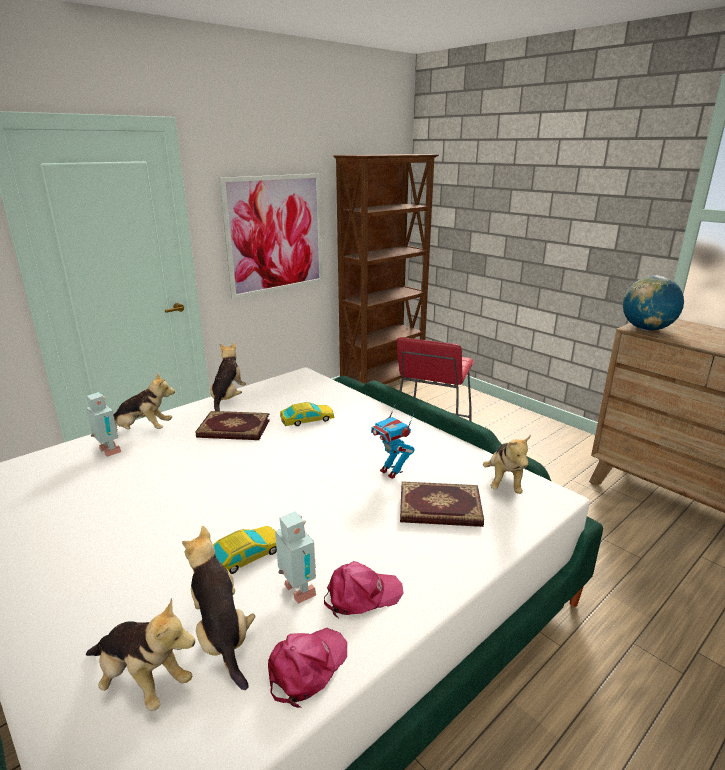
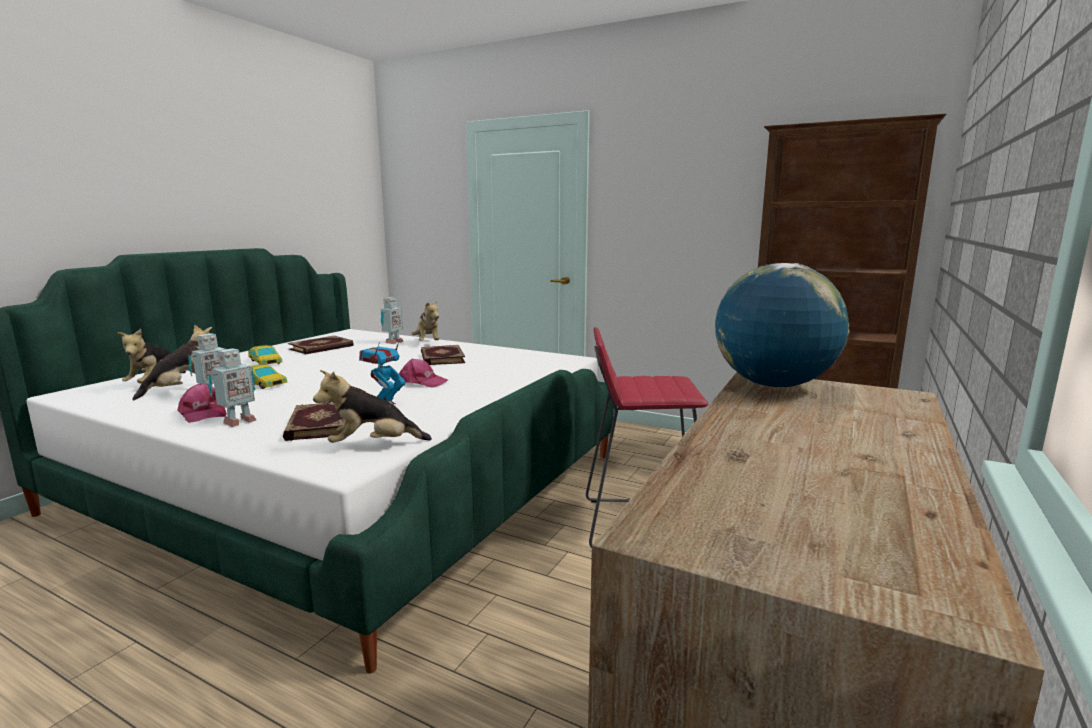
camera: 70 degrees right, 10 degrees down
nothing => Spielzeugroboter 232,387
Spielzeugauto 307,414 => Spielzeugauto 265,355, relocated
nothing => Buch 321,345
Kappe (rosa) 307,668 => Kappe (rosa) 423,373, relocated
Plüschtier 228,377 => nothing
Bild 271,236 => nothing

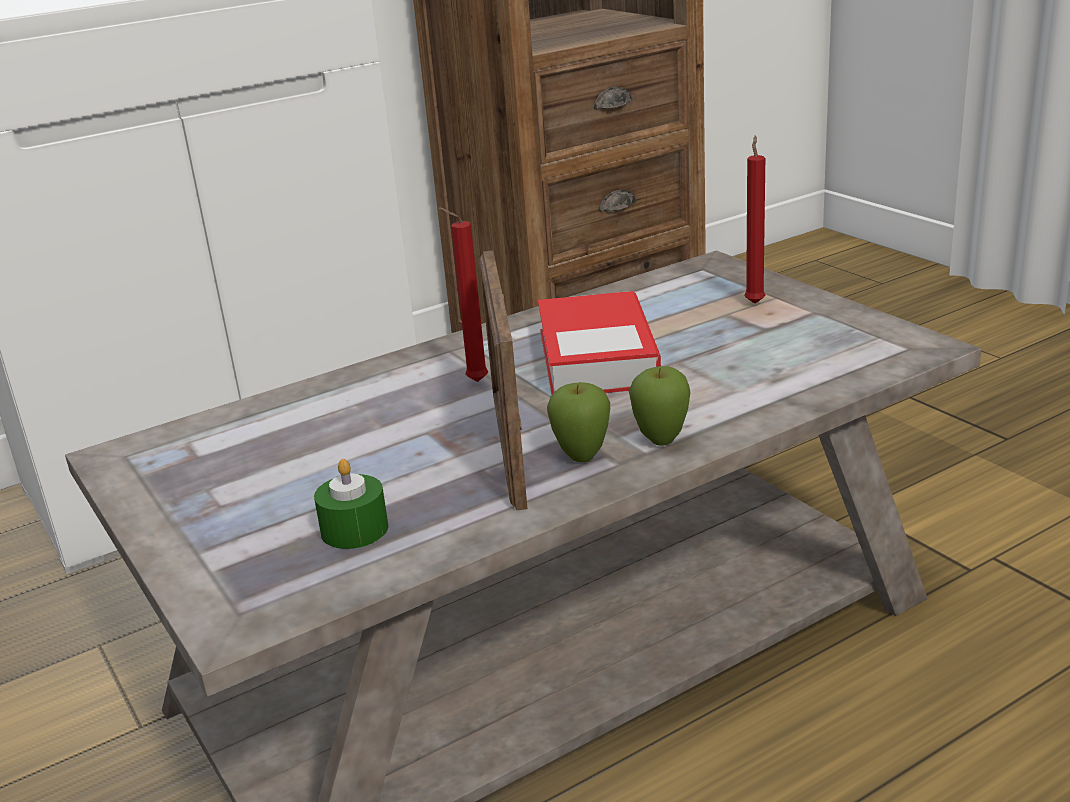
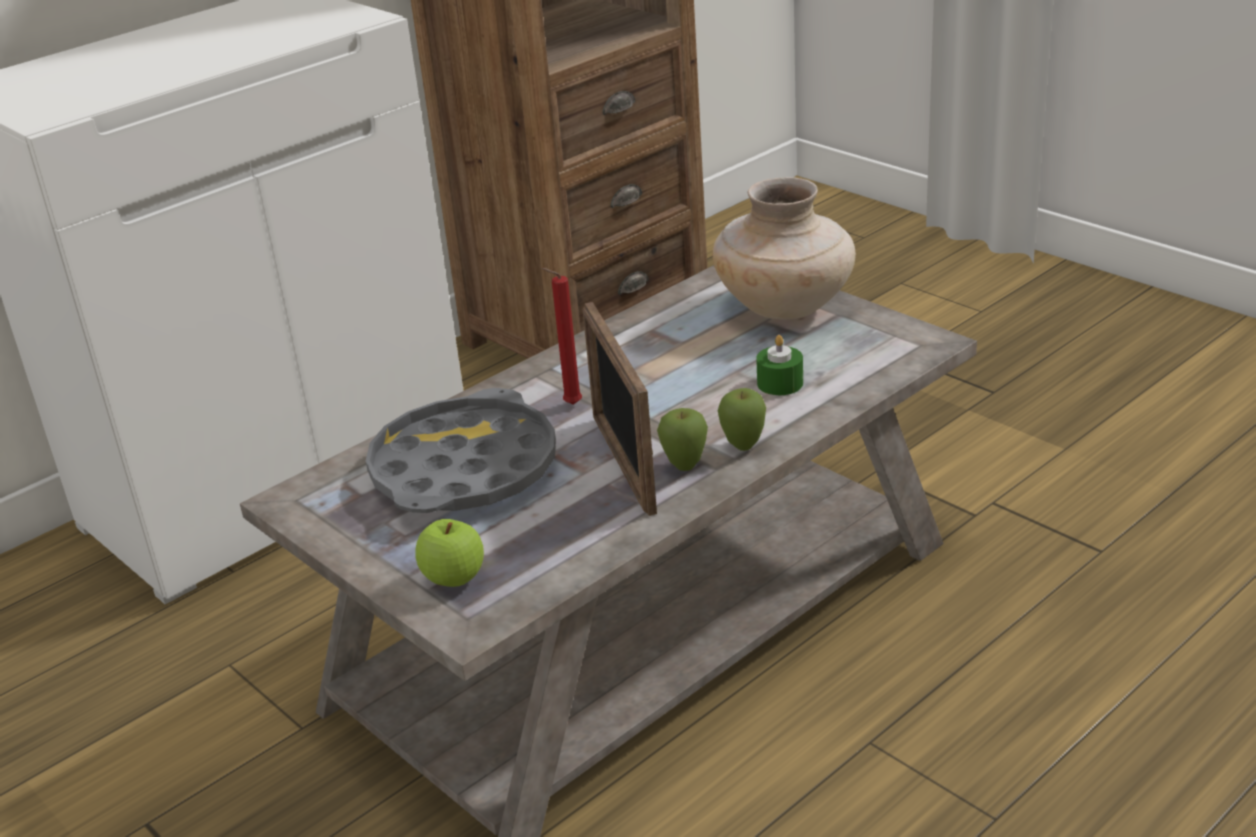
camera: 10 degrees left, 5 degrees up
nothing => Tablett (grau) 461,450
nothing => Apfel 450,553
Kerze (rot) 755,220 => Vase (beige) 784,248
Kerze (grün) 351,504 => Kerze (grün) 779,365, relocated
Buch 599,342 => nothing

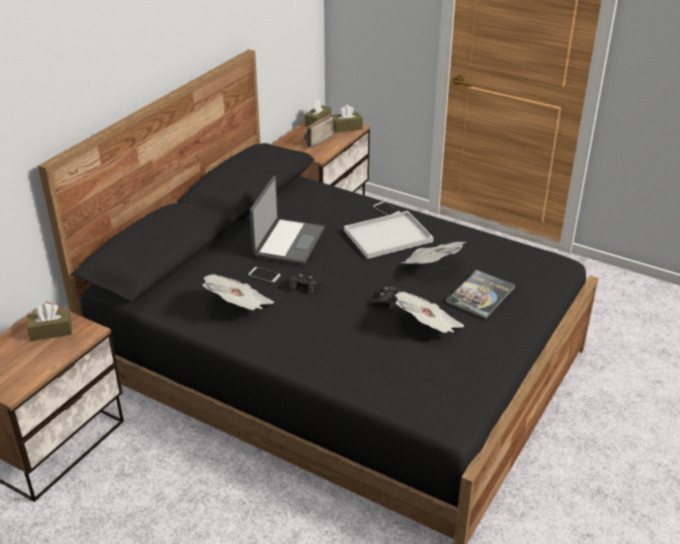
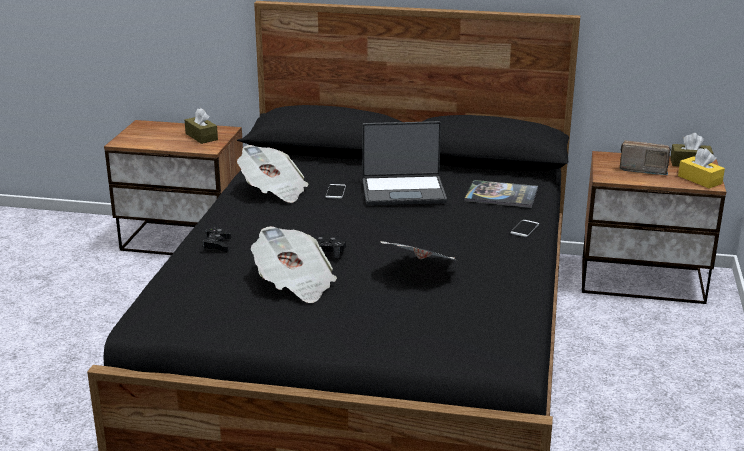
camera: 70 degrees right, 10 degrees down
Gamepad (schwarz) 306,284 => Gamepad (schwarz) 217,239, relocated
Buch 480,294 => Buch 501,194, relocated
Taschentuchbox (braun) 347,119 => Taschentuchbox (gelb) 701,168
Tablett (weiß) 389,235 => nothing

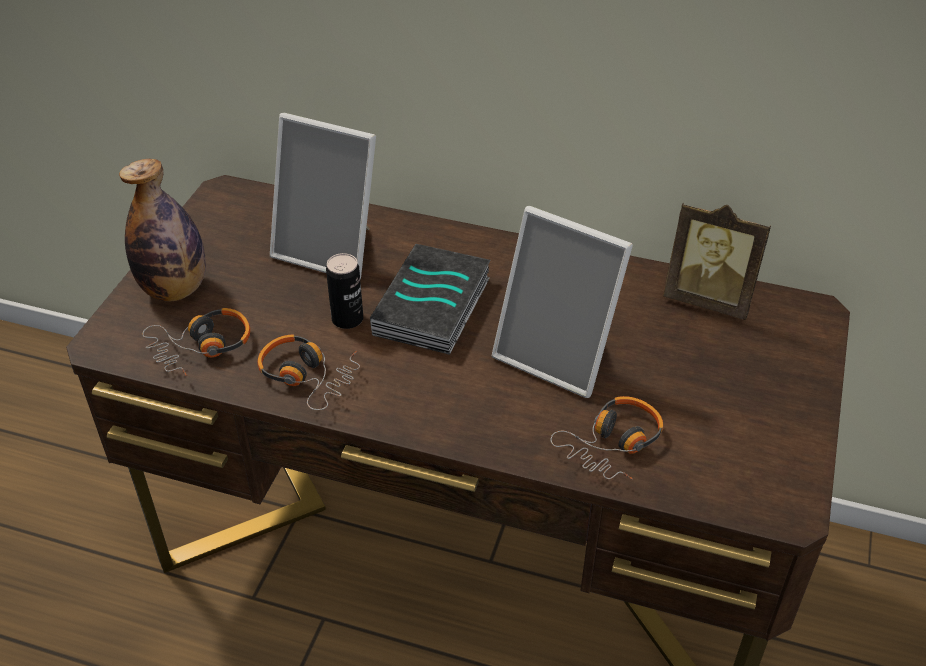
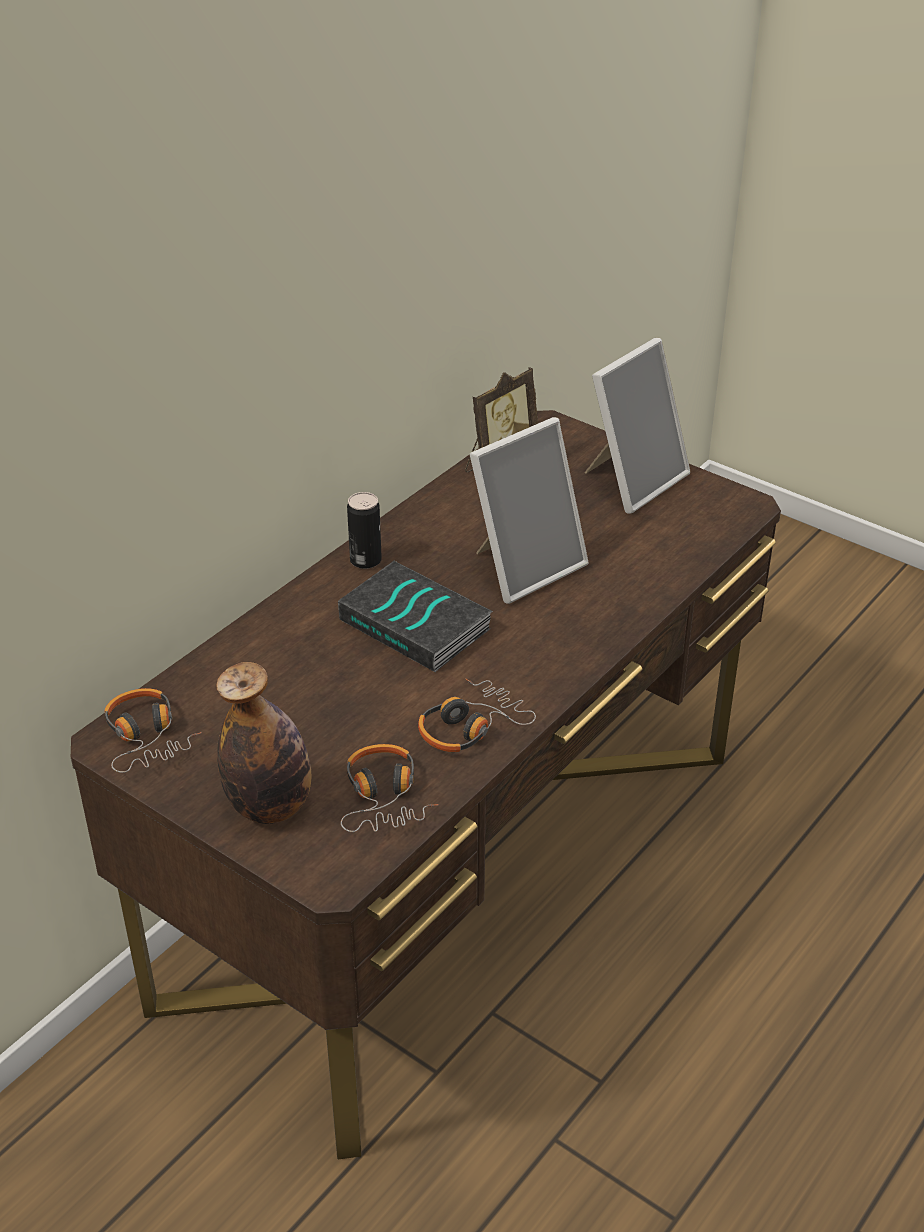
camera: 70 degrees left, 5 degrees down
Kopfhörer 606,438 => Kopfhörer 153,730, relocated
Dose 344,291 => Dose 364,530, relocated
Bilderrahmen 323,196 => Bilderrahmen 637,426, relocated

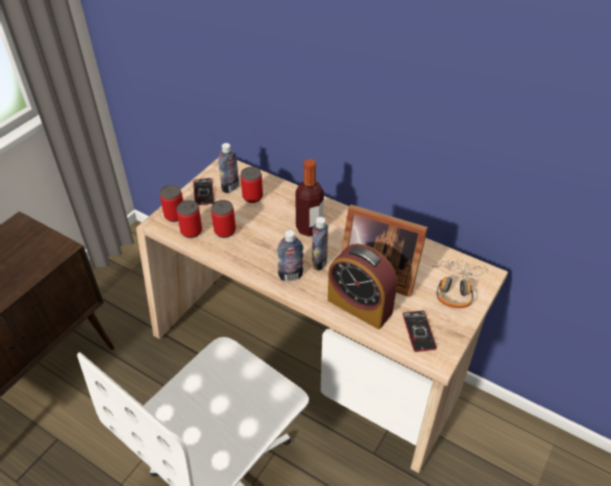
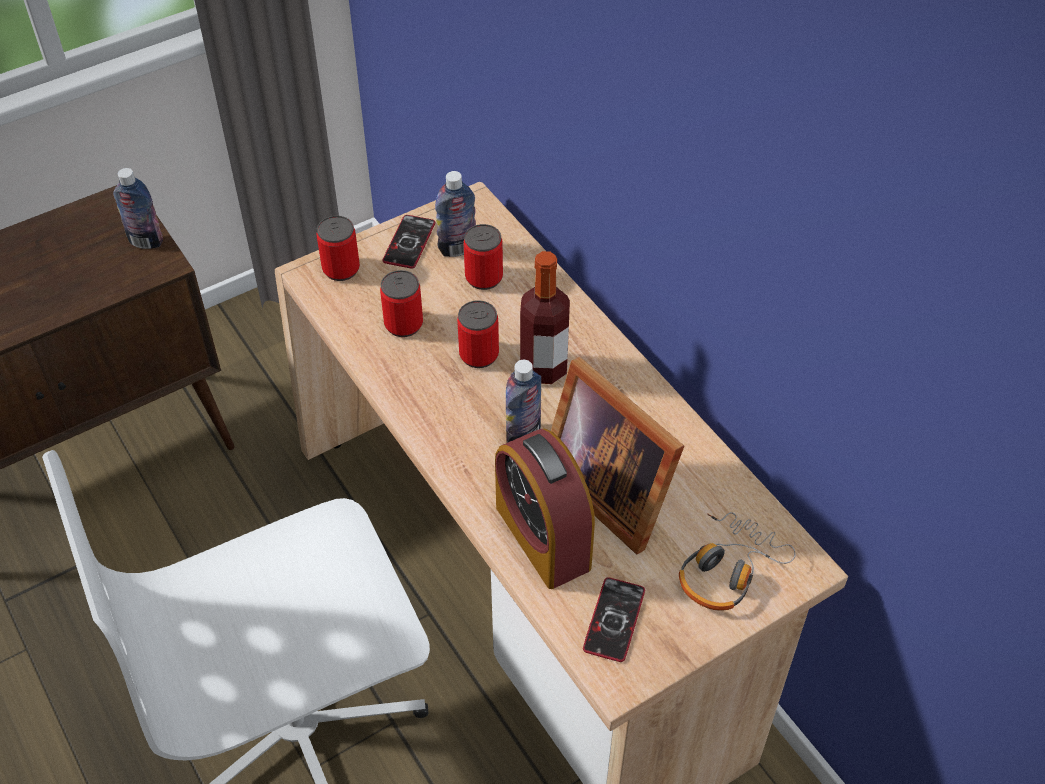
camera: 25 degrees right, 5 degrees up
Flasche 290,255 => Flasche 138,208, relocated
Dose 189,219 => Dose 478,334, relocated

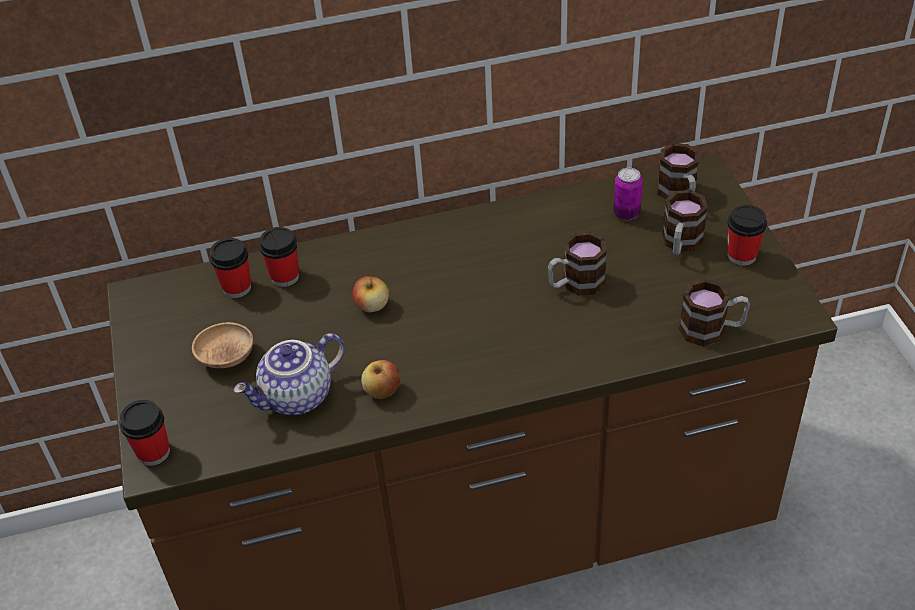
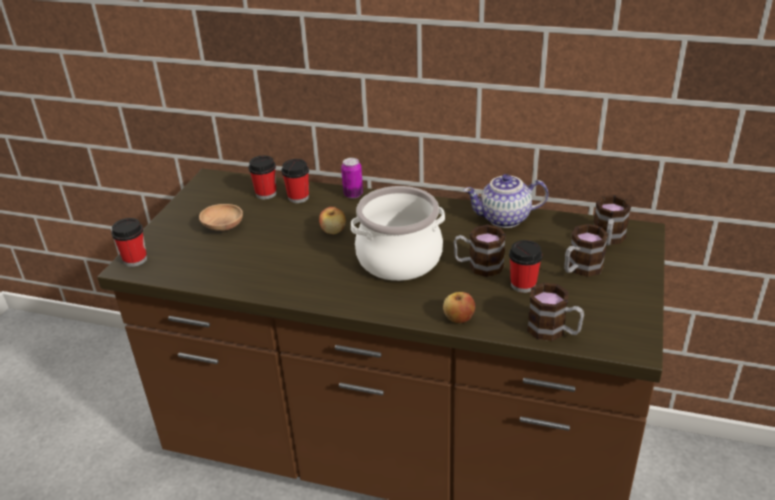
camera: 30 degrees right, 10 degrees down
Dose 628,194 => Dose 352,178, relocated
nothing => Kochtopf 398,233
Apfel 380,379 => Apfel 459,307, relocated
Teekanne 289,374 => Teekanne 505,201, relocated
Tasse 747,235 => Tasse 525,266, relocated

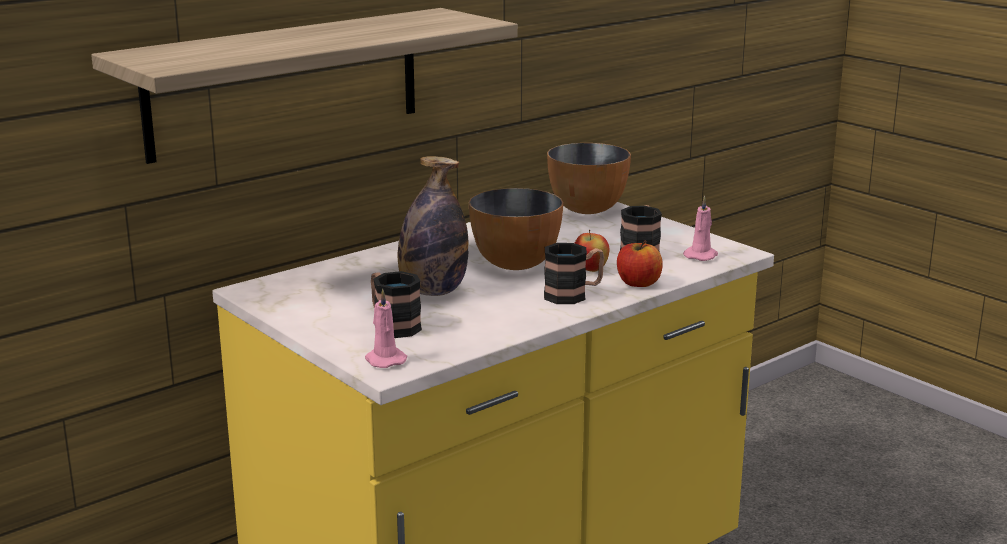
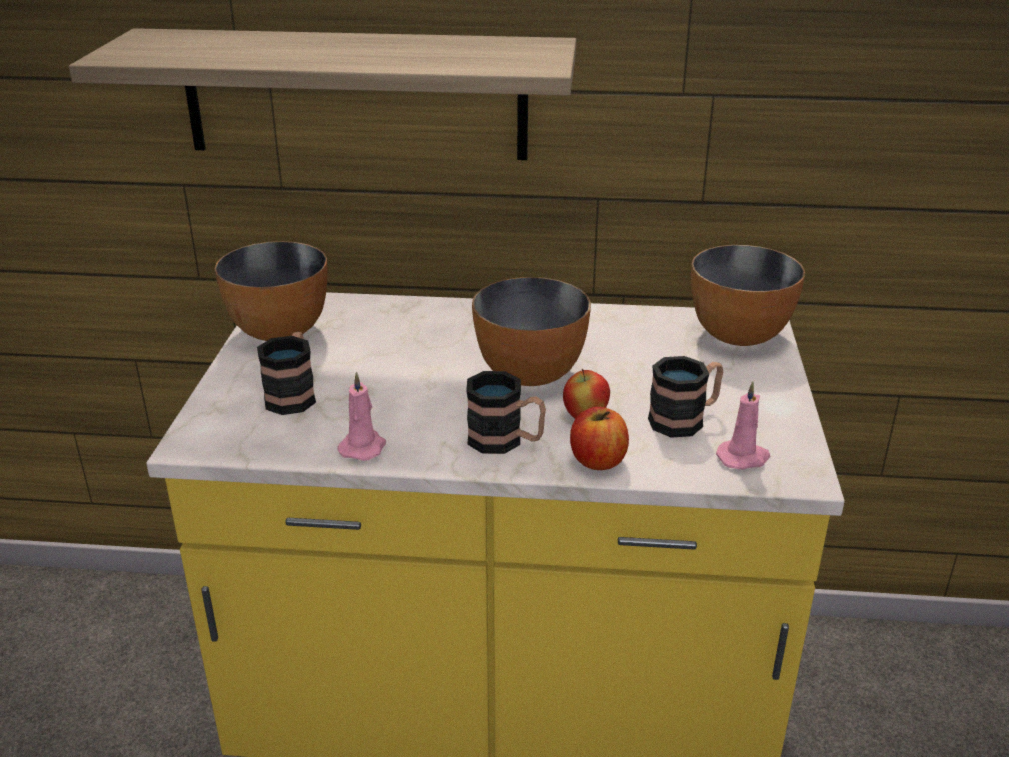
camera: 45 degrees right, 10 degrees up
nothing => Schüssel 271,291
Kerze (rosa) 386,328 => Kerze (rosa) 362,416, relocated
Flasche 433,226 => nothing

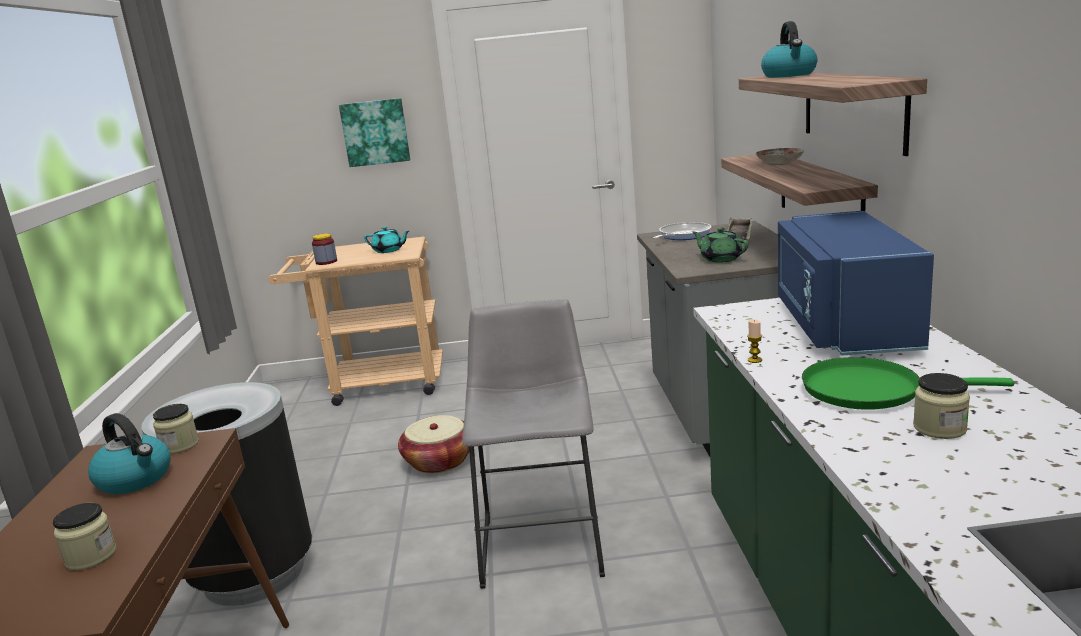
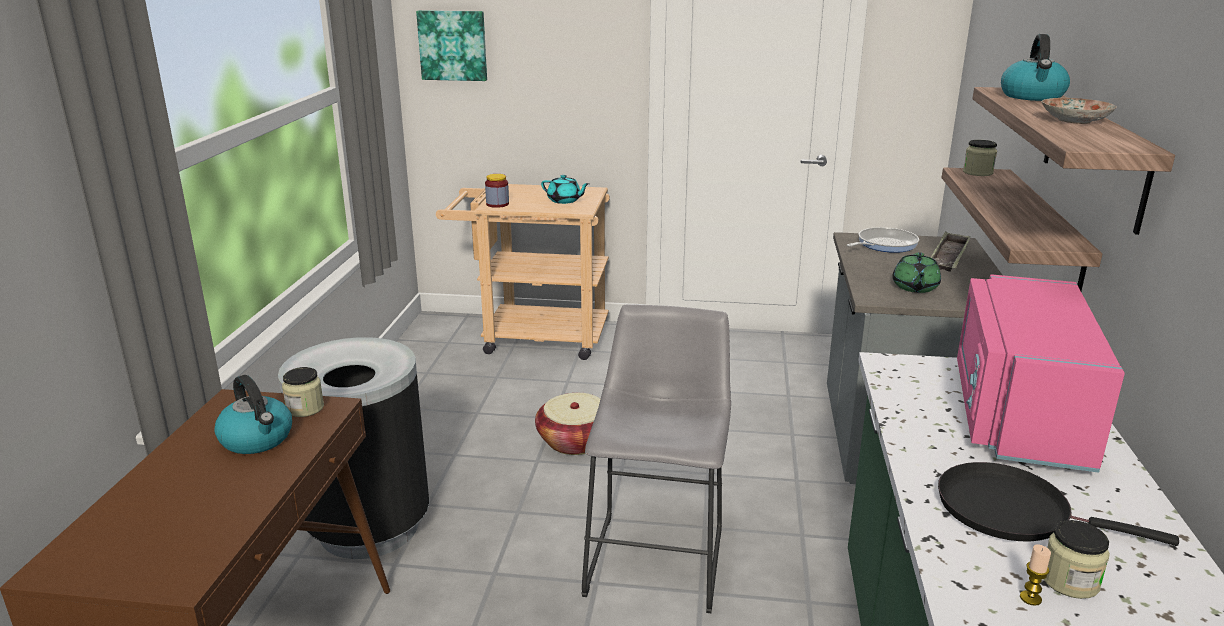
camera: 10 degrees right, 5 degrees up
Bild 375,132 => Bild 451,45, relocated
Teekanne (grün) 720,245 => Teekanne (grün) 916,272, 135 degrees counterclockwise
Pfanne (grün) 908,383 => Pfanne (schwarz) 1058,504
Mikrowelle (blau) 856,283 => Mikrowelle (rosa) 1041,373
Vorratsglas 84,536 => Vorratsglas 980,158, relocated
Kerze 754,341 => Kerze 1035,575, relocated
Teller 780,156 => Teller 1079,111, relocated

